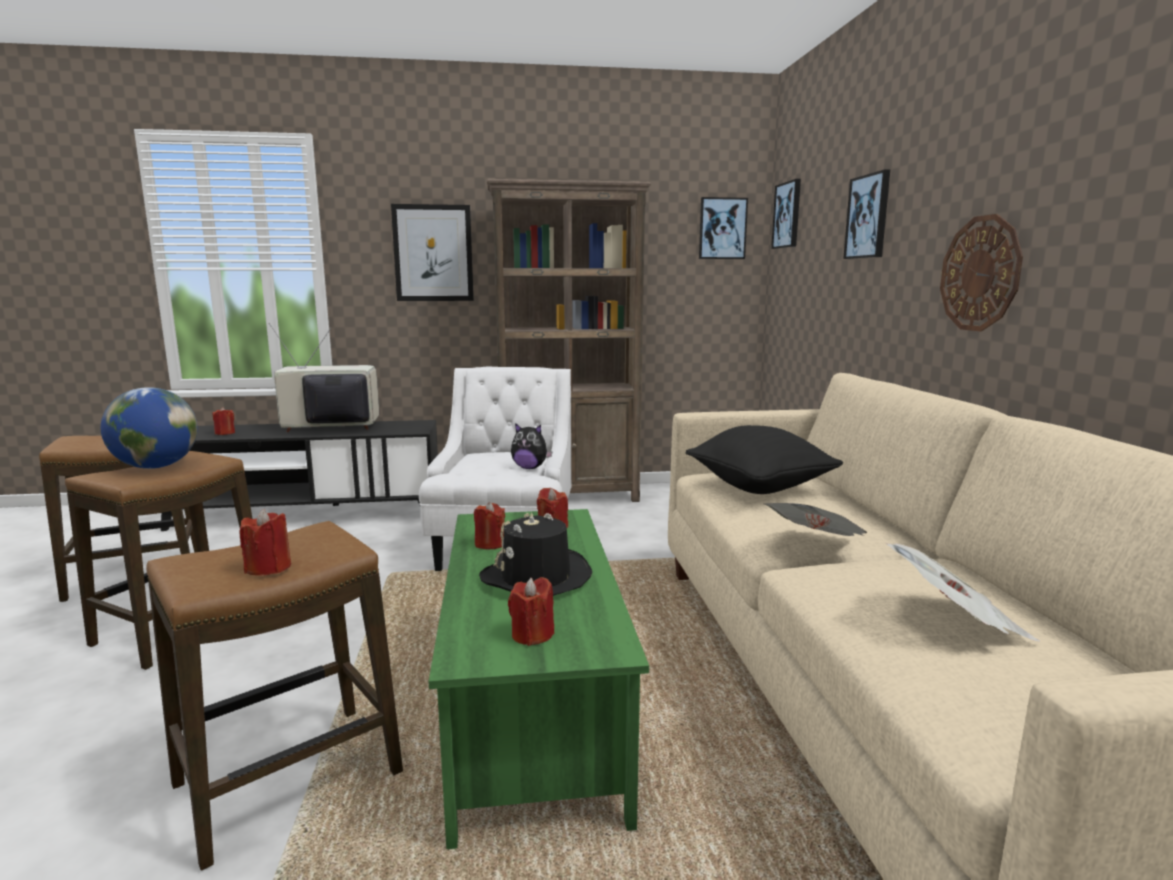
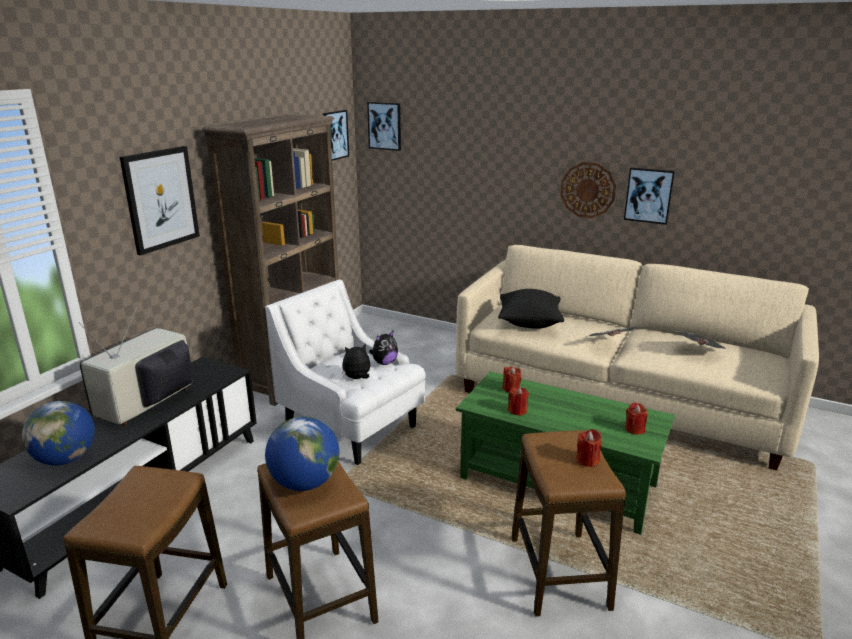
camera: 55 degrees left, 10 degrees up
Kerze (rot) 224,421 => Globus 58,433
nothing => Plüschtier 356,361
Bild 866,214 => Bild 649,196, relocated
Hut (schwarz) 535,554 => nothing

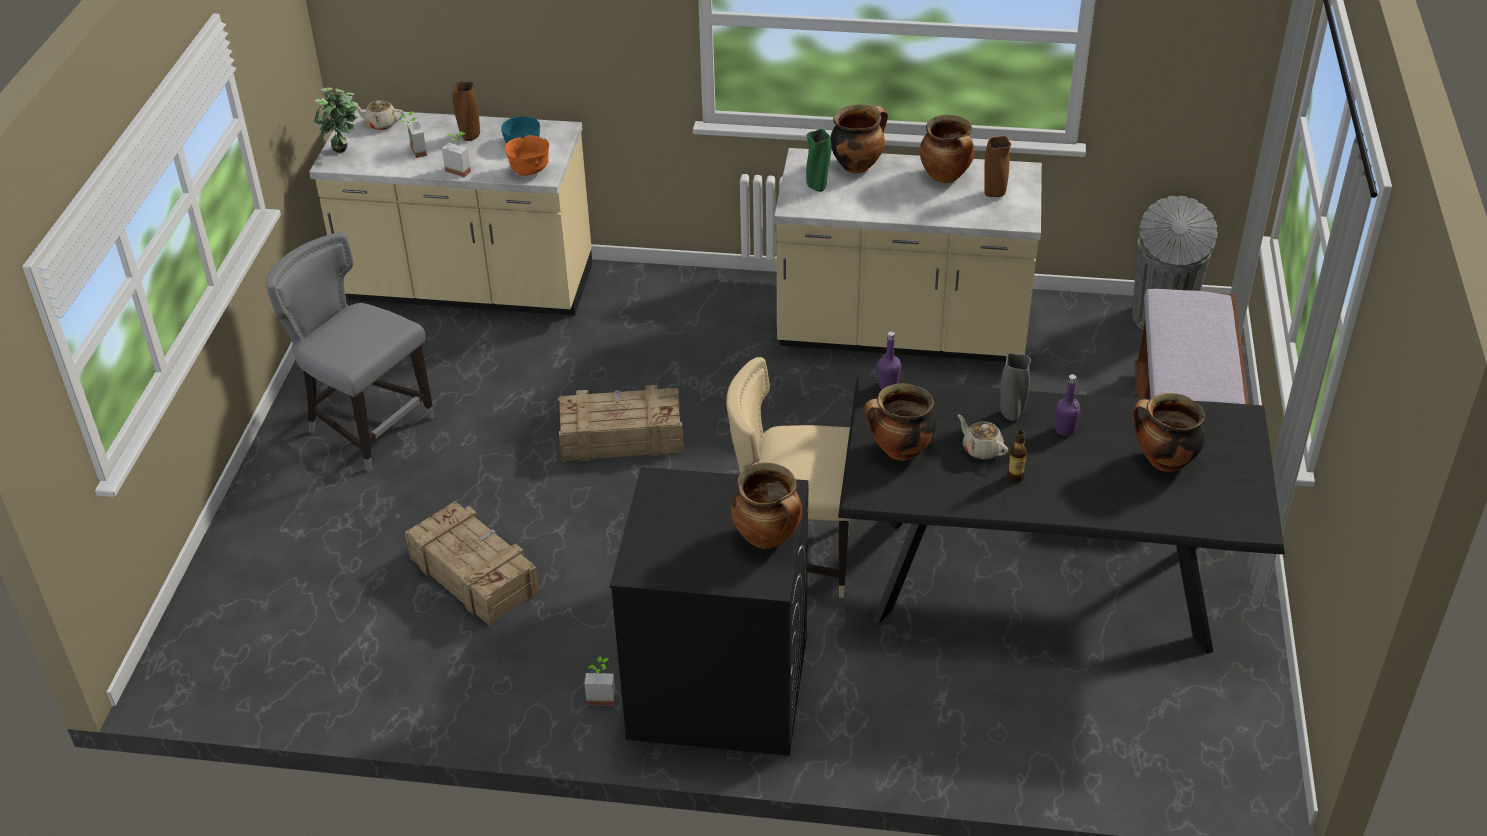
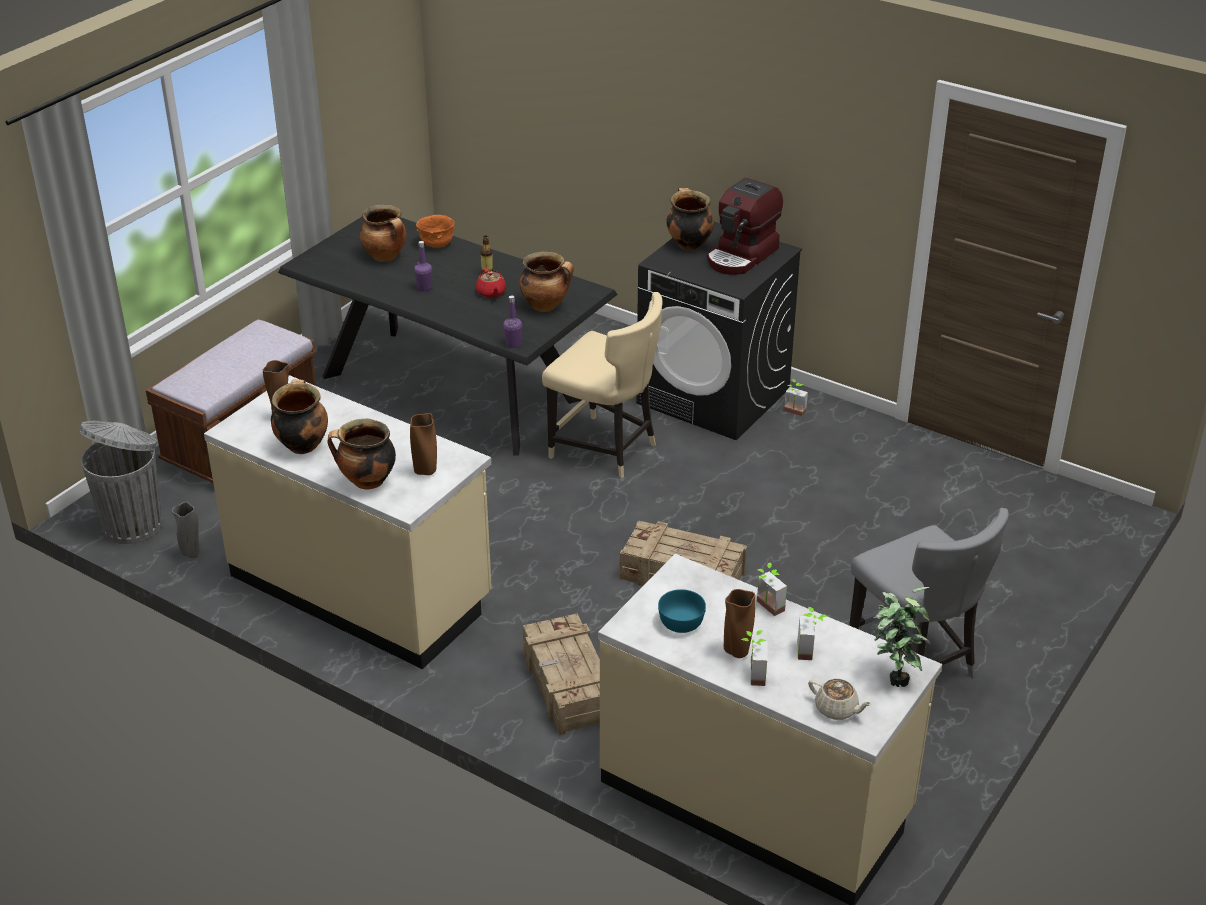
camera: 155 degrees left, 5 degrees down
Vase (grau) 1015,387 => Vase (grau) 186,530, relocated
Vase (grün) 818,160 => Vase (braun) 423,444
Schüssel (orange) 527,155 => Schüssel (orange) 435,231, relocated
Teekanne (beige) 983,437 => Teekanne (rot) 491,283
Kiste 472,564 => Kiste 561,674, relocated
nothing => Kaffeemaschine 745,226
nothing => Topfpflanze 754,658

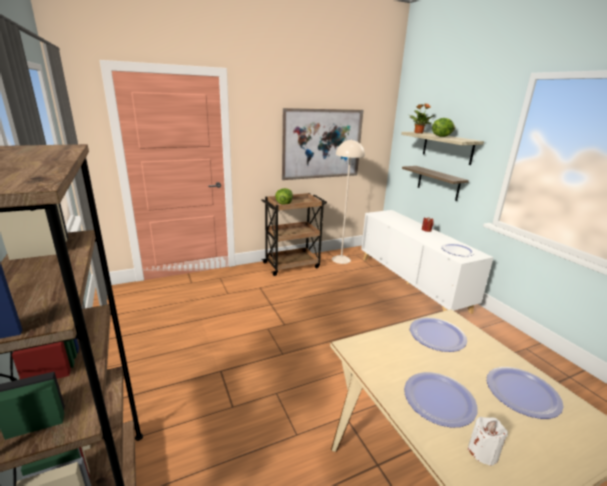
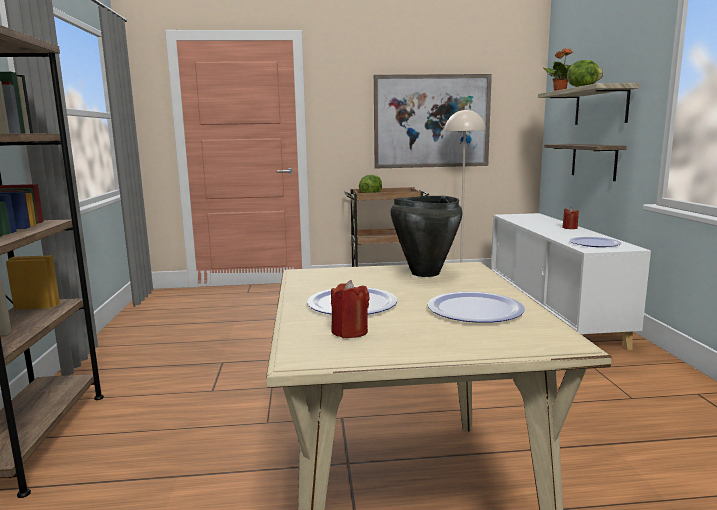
camera: 20 degrees right, 10 degrees down
Kerze (weiß) 488,441 => Kerze (rot) 350,309
Teller 438,335 => Kochtopf (schwarz) 427,236

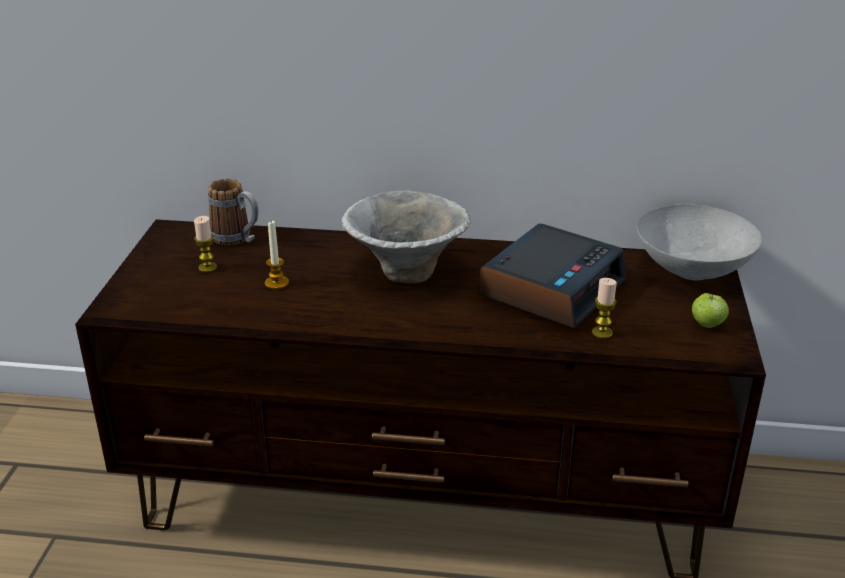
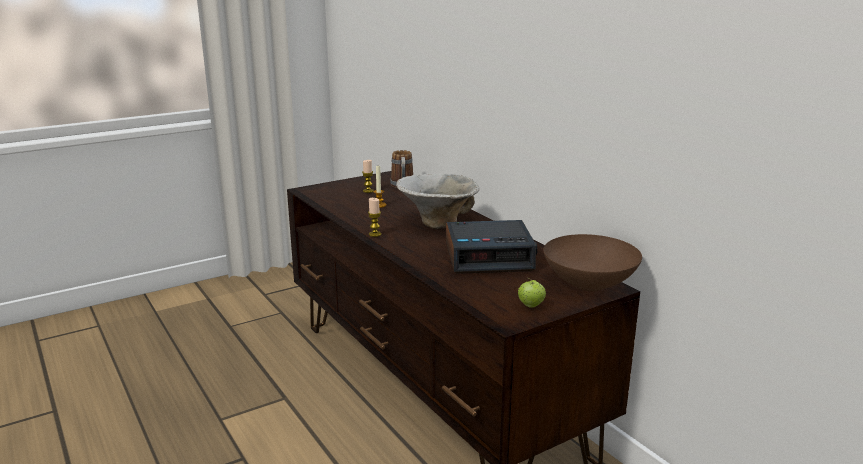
camera: 50 degrees right, 10 degrees down
Kerze 604,308 => Kerze 374,217, relocated
Schüssel (grau) 699,242 => Schüssel (braun) 592,262

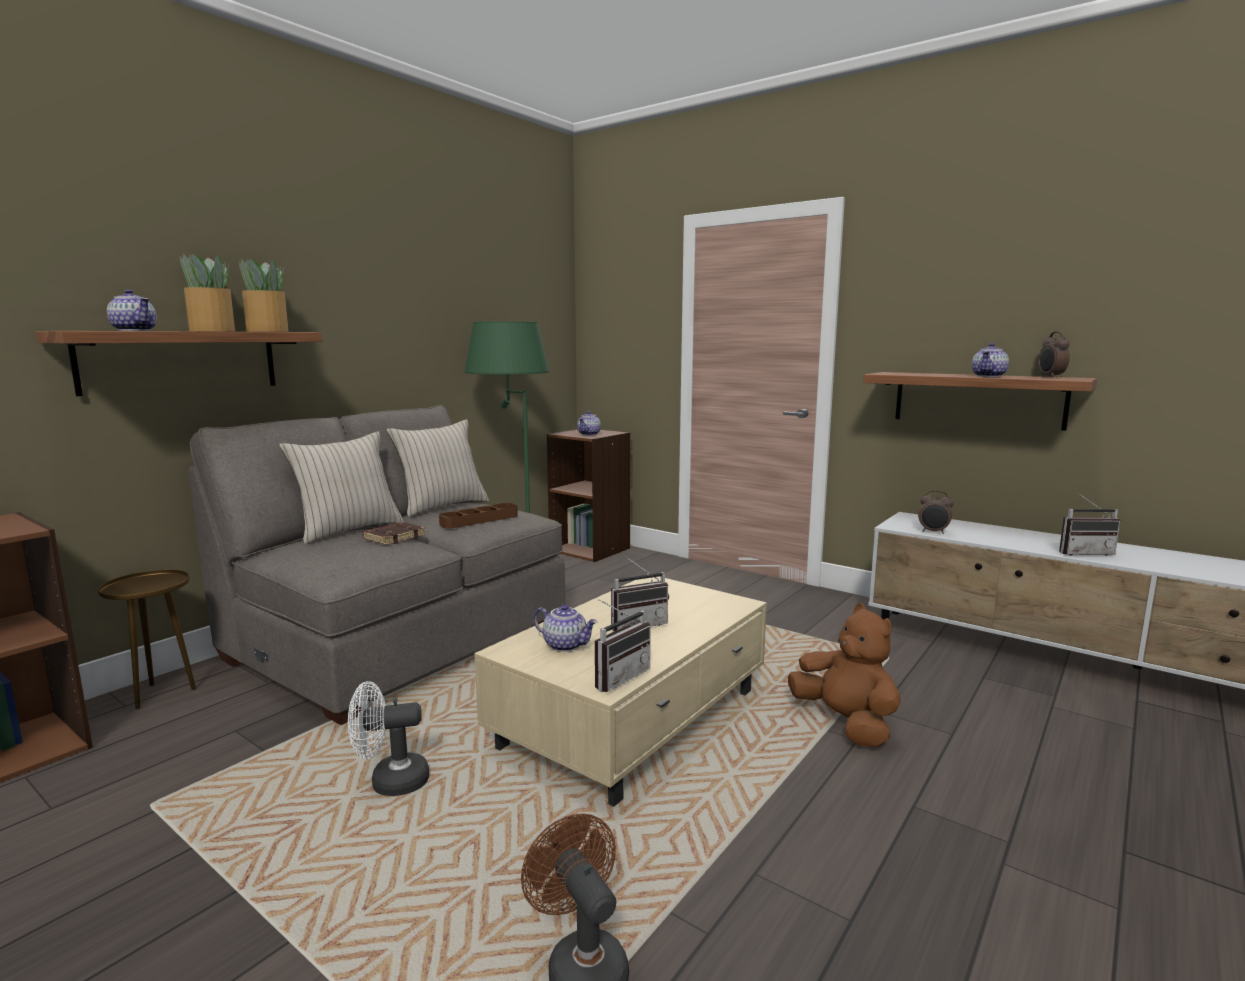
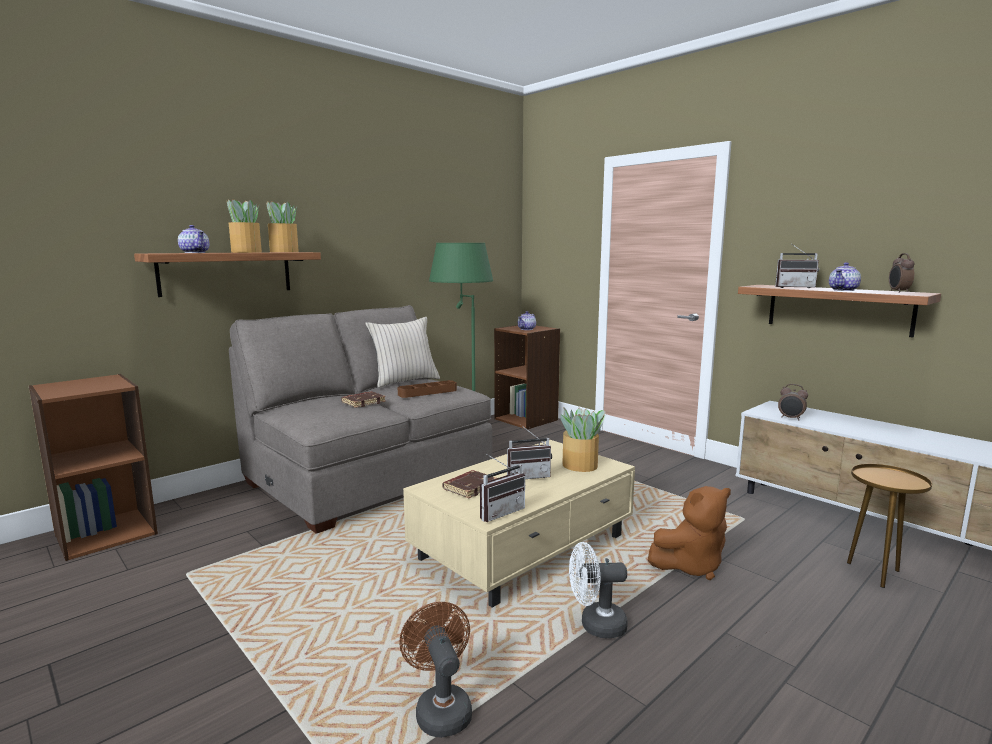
camera: 10 degrees right, 0 degrees up
Teekanne 565,628 => Buch (braun) 469,484
nothing => Topfpflanze 582,439
Ventilator (weiß) 388,738 => Ventilator (weiß) 598,590, relocated
Plüschtier (braun) 844,675 => Plüschtier (braun) 689,533, 90 degrees clockwise
Radio 1089,524 => Radio 797,266, relocated
Beistelltisch (braun) 147,639 => Beistelltisch (braun) 889,526, relocated
Kissen (beige) 341,488 => nothing

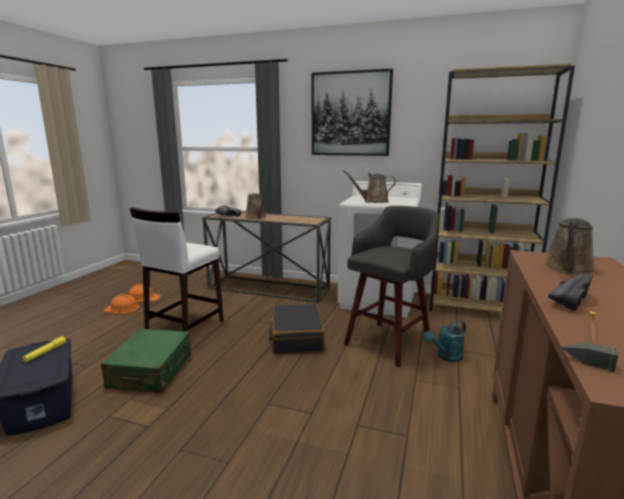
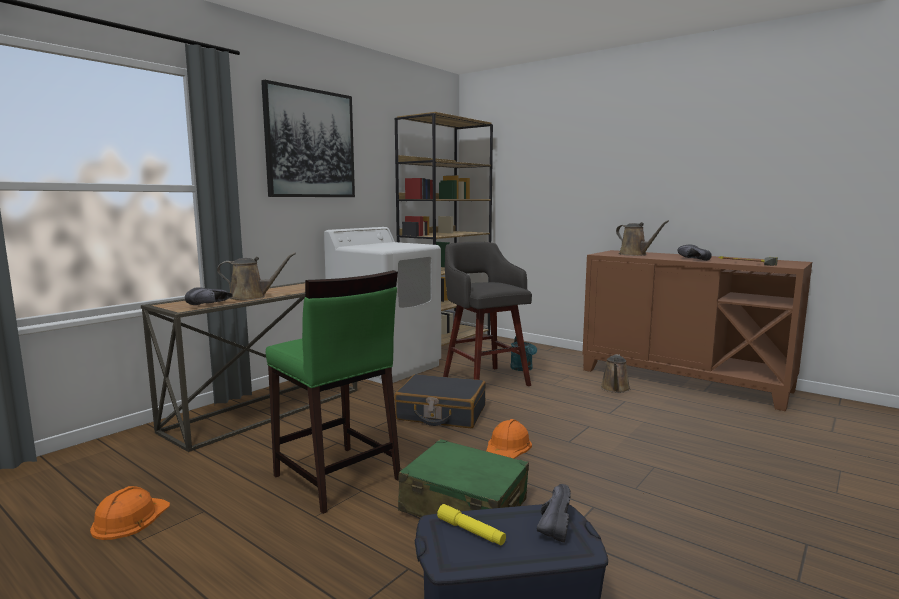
camera: 70 degrees left, 5 degrees down
Hocker (weiß) 177,269 => Hocker (grün) 333,392
Schutzhelm (orange) 121,304 => Schutzhelm (orange) 509,439, relocated
nothing => Schuh (schwarz) 554,513
Gießkanne (braun) 369,186 => Gießkanne (braun) 615,373, relocated

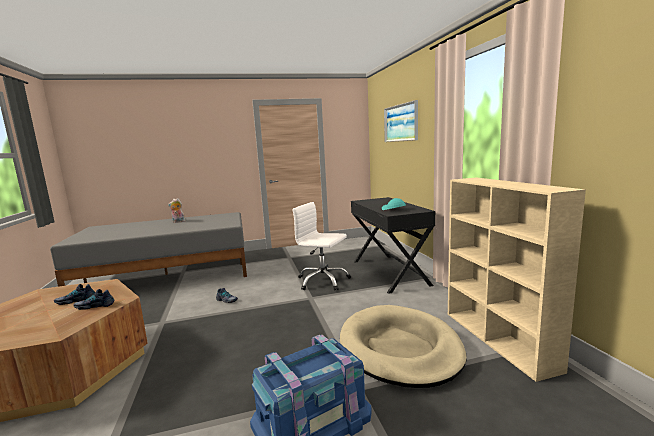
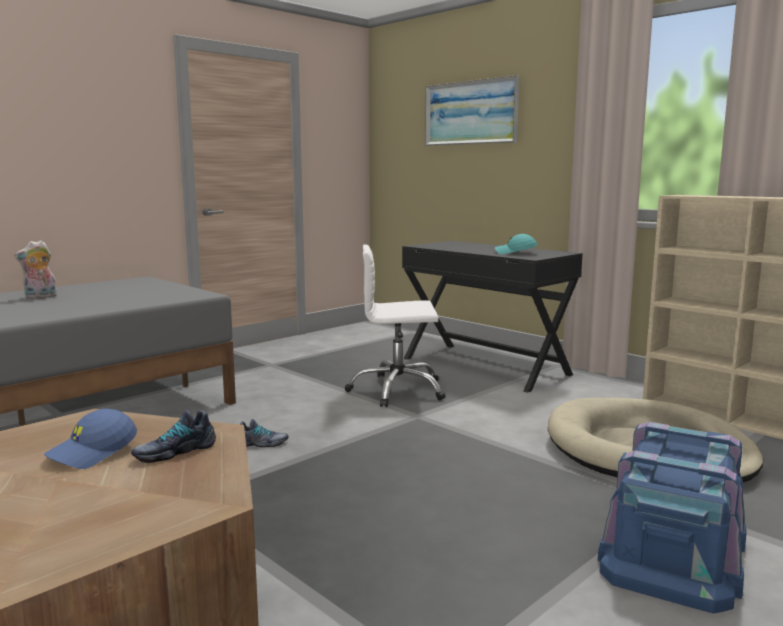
camera: 30 degrees left, 0 degrees up
Schuh 74,294 => Kappe (blau) 90,439

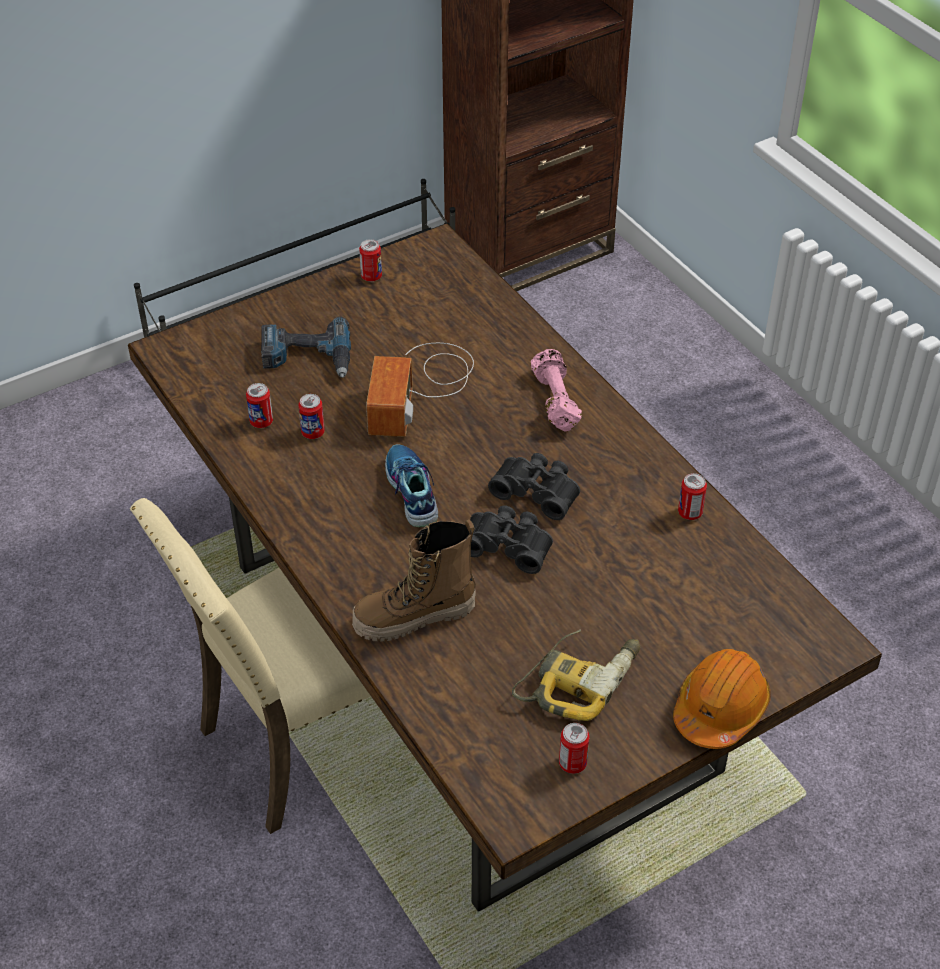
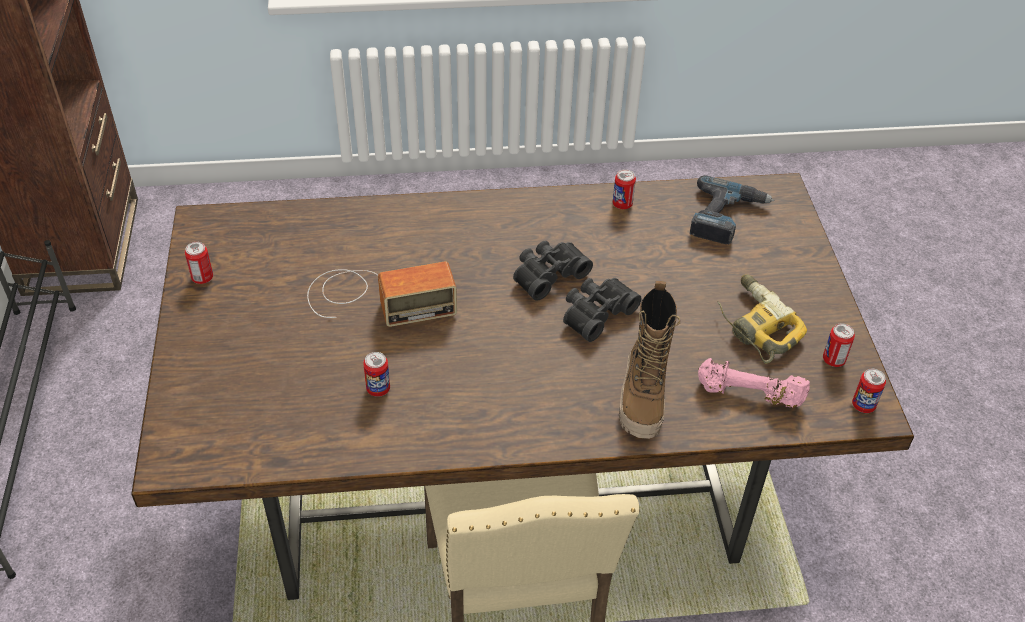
camera: 65 degrees left, 0 degrees up
Radio 420,390 => Radio 382,294, 45 degrees counterclockwise
Bohrmaschine 306,347 => Bohrmaschine 732,209, relocated
Hantel (rosa) 556,390 => Hantel (rosa) 754,383, relocated
Dose 259,405 => Dose 869,391, relocated
Schuh 411,485 => nothing
Schutzhelm (orange) 722,699 => nothing

